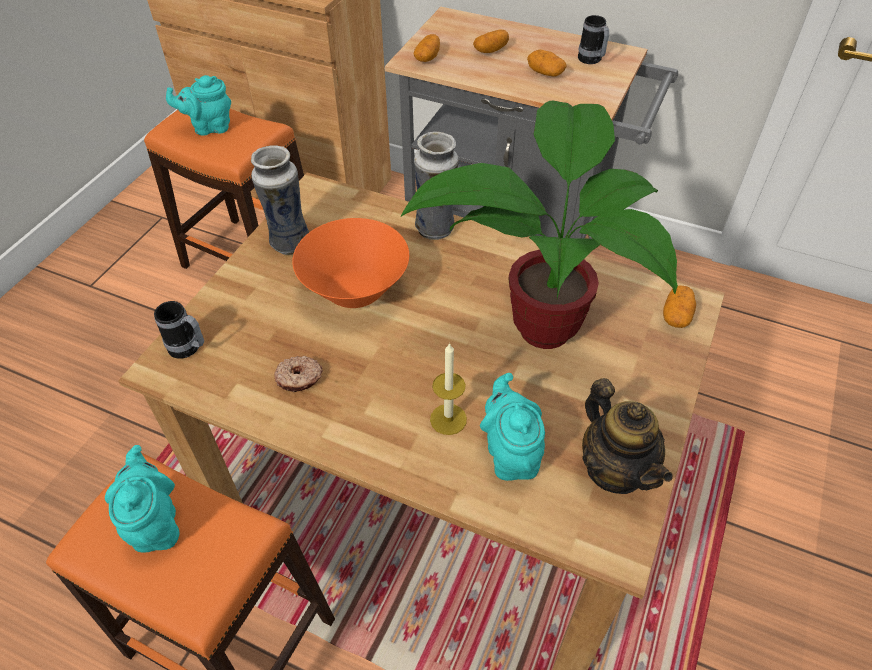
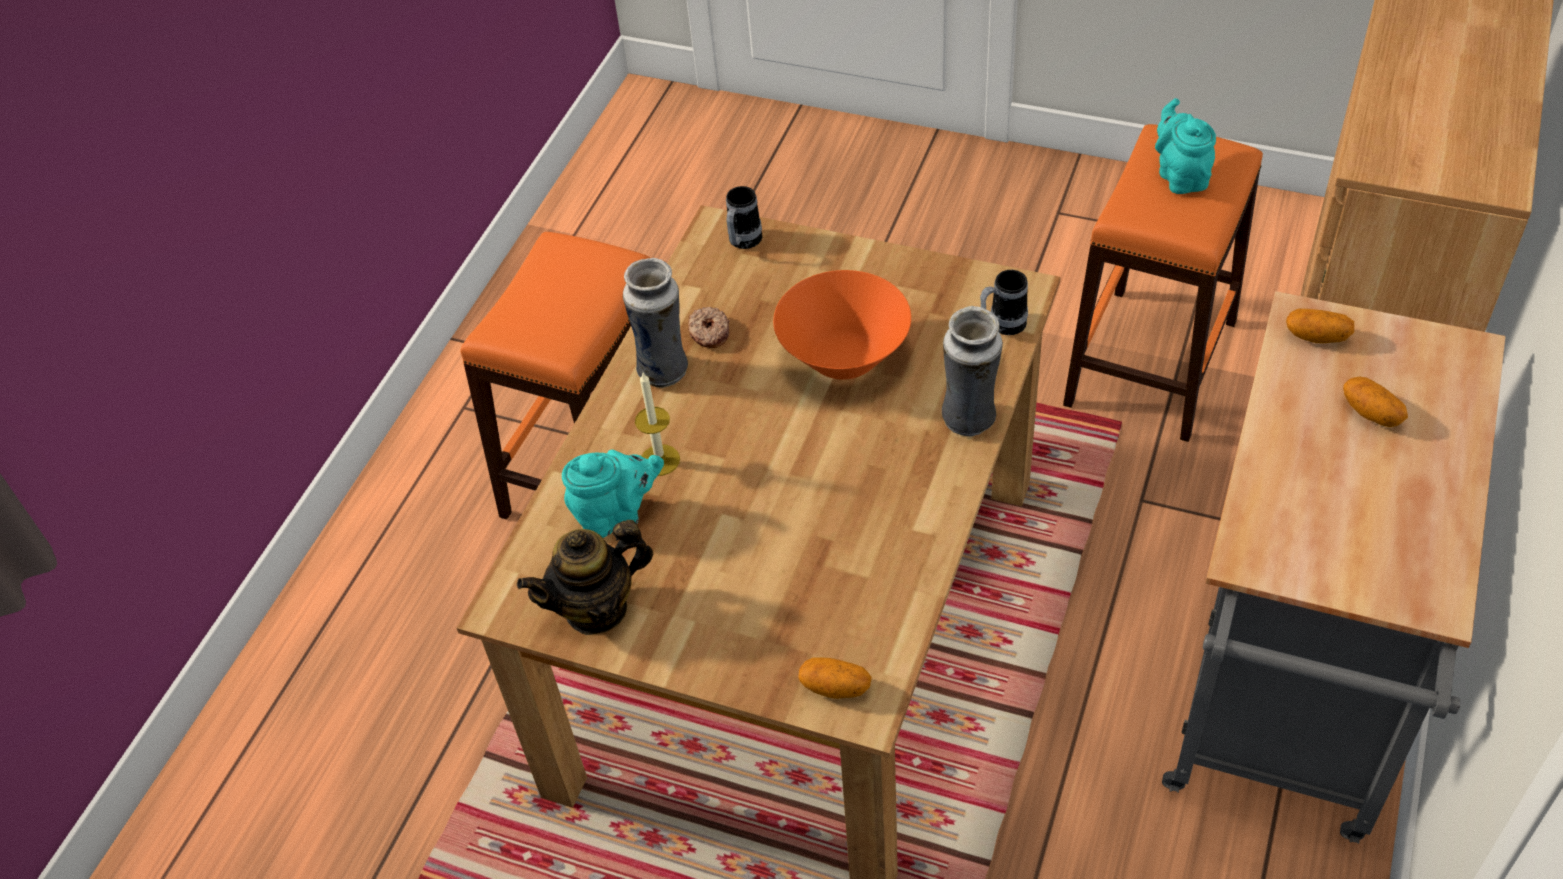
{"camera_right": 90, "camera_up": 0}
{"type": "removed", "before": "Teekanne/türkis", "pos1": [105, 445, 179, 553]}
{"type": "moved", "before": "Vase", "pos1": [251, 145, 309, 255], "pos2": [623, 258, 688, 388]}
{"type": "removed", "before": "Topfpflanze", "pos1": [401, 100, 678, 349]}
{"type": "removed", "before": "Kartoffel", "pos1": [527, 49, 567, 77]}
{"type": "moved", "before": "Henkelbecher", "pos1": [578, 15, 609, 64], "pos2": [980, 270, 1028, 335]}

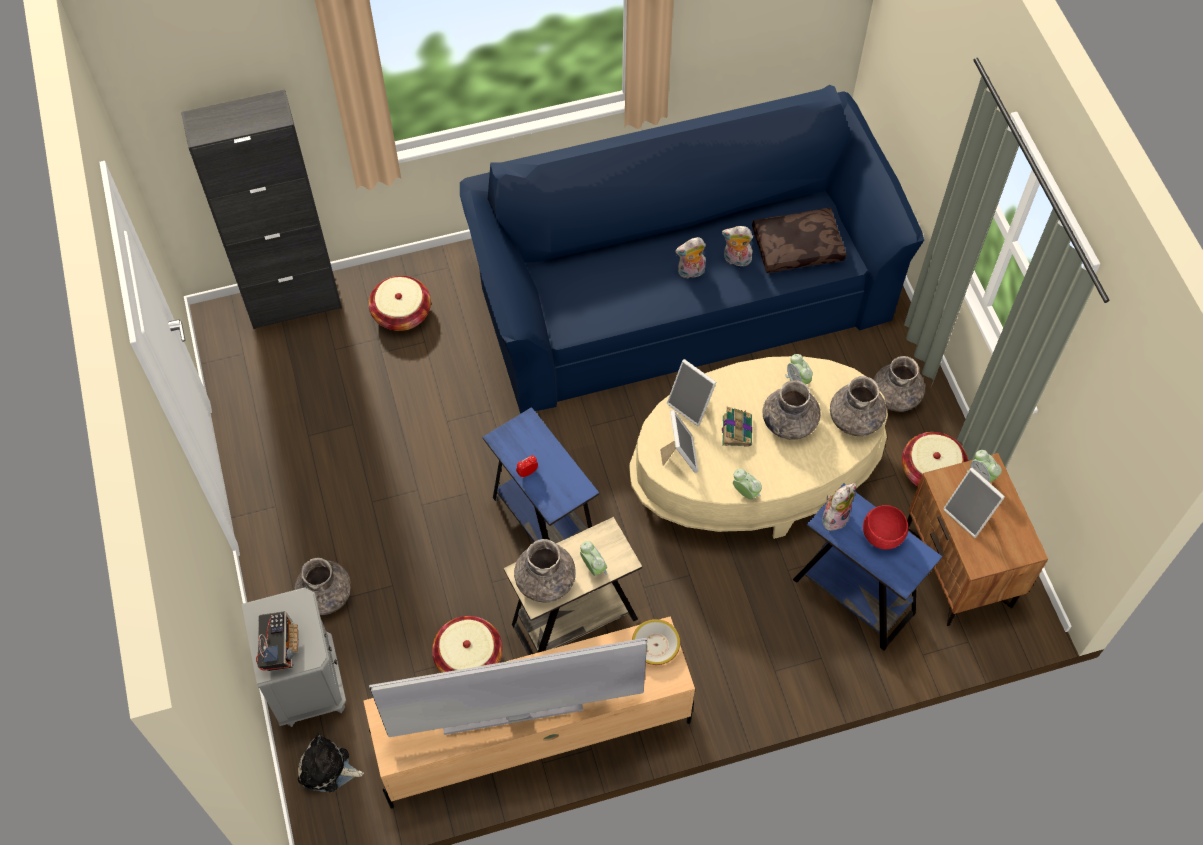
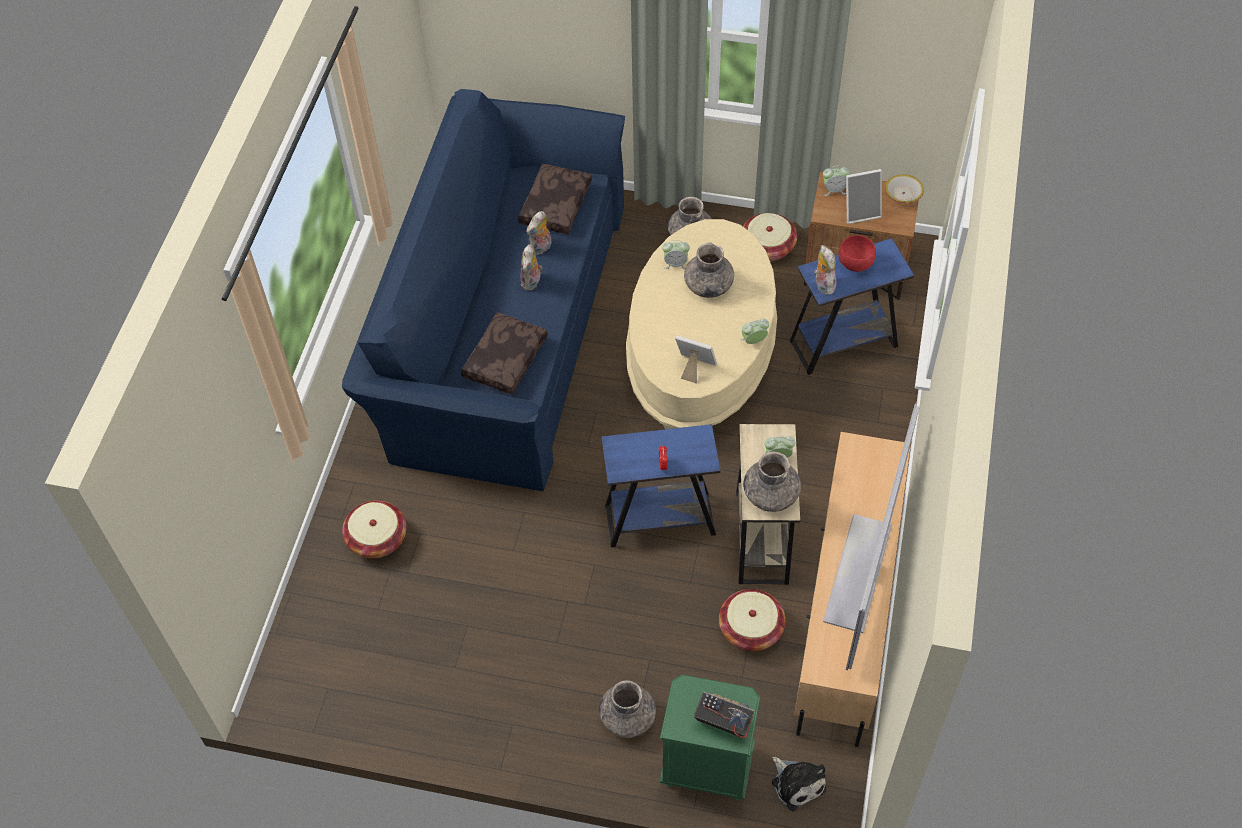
{"camera_right": -60, "camera_up": -5}
{"type": "removed", "before": "Schrank/schwarz", "pos1": [181, 90, 342, 329]}
{"type": "recoloured", "before": "Nachttisch/grau", "after": "Nachttisch/grün", "pos1": [242, 587, 346, 727], "pos2": [660, 675, 760, 801]}
{"type": "turned", "before": "Plüschtier", "pos1": [298, 733, 364, 792], "pos2": [772, 757, 826, 811], "turn": -75}
{"type": "moved", "before": "Schüssel", "pos1": [632, 619, 680, 665], "pos2": [885, 174, 924, 203]}
{"type": "removed", "before": "Bilderrahmen", "pos1": [667, 359, 716, 426]}
{"type": "removed", "before": "Buch", "pos1": [722, 407, 752, 447]}
{"type": "removed", "before": "Vase/grau", "pos1": [830, 376, 887, 436]}
{"type": "added", "after": "Kissen/braun", "pos2": [461, 312, 547, 395]}

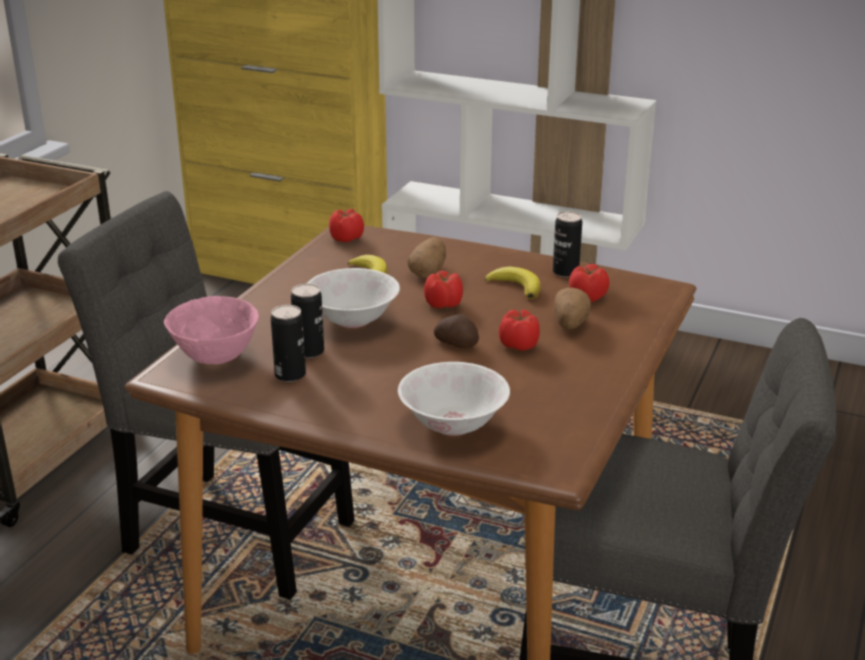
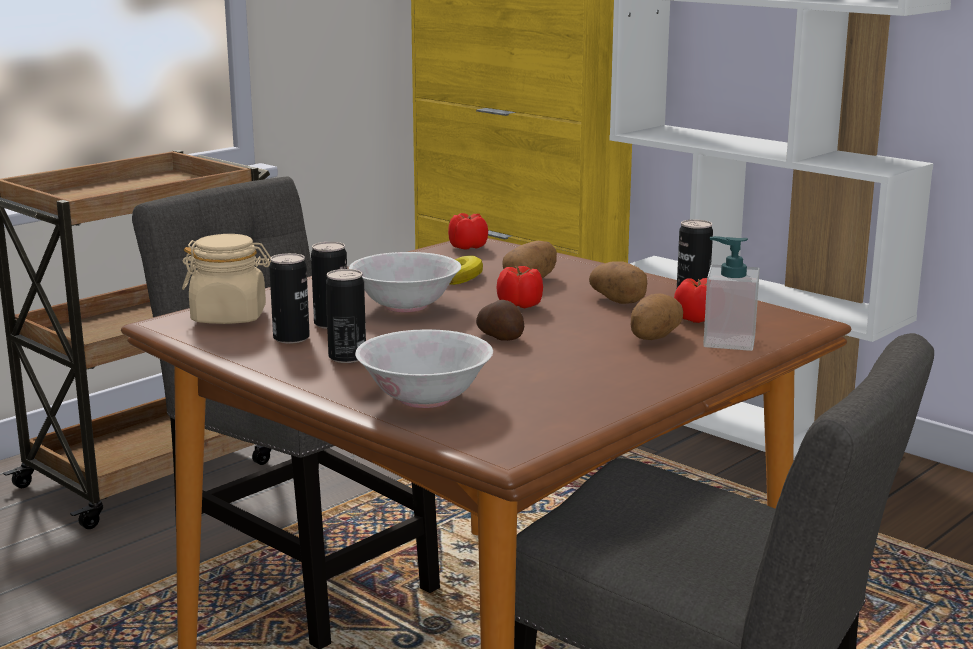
{"camera_right": 20, "camera_up": -10}
{"type": "replaced", "before": "Schüssel/rosa", "after": "Vorratsglas/beige", "pos1": [164, 296, 259, 364], "pos2": [182, 234, 271, 324]}
{"type": "replaced", "before": "Banane", "after": "Kartoffel", "pos1": [485, 267, 541, 299], "pos2": [589, 261, 647, 304]}
{"type": "removed", "before": "Tomate", "pos1": [499, 310, 540, 351]}
{"type": "added", "after": "Dose", "pos2": [326, 269, 366, 363]}
{"type": "added", "after": "Seifenspender", "pos2": [703, 236, 760, 351]}

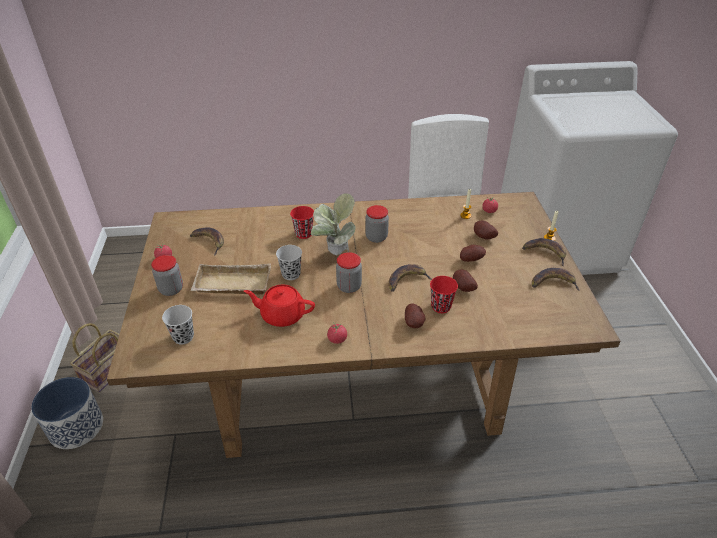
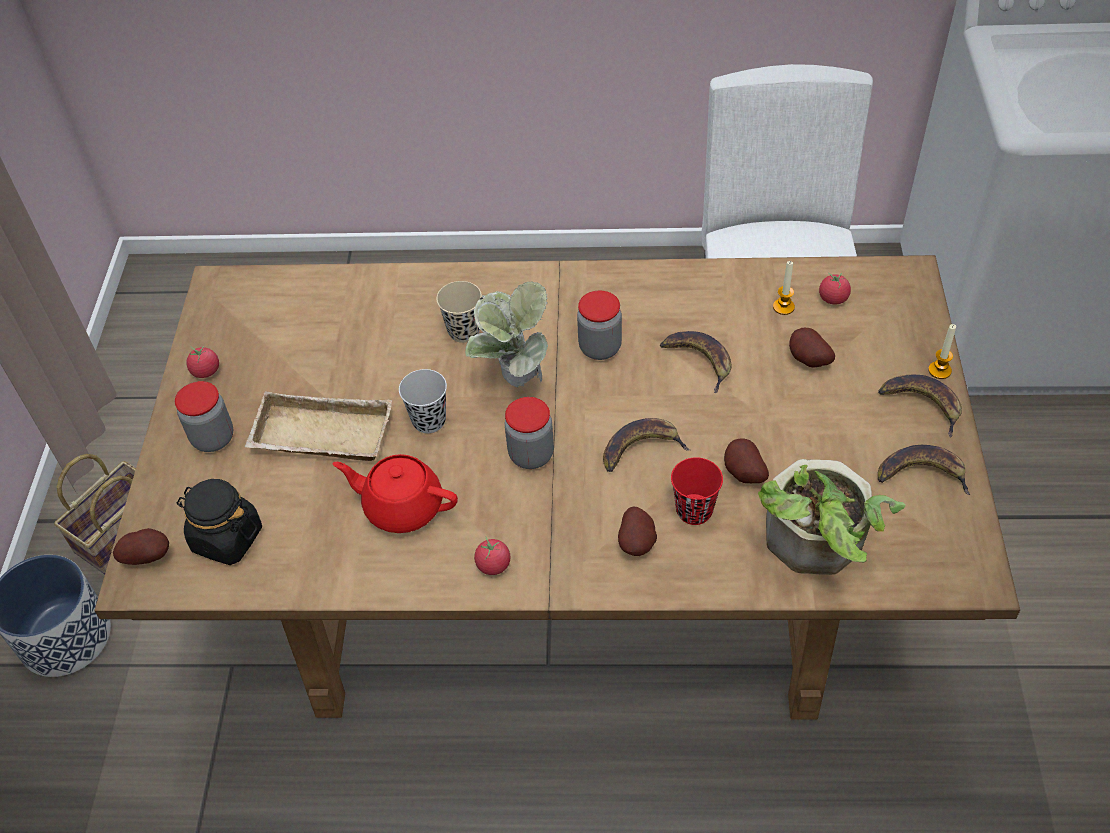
{"camera_right": 10, "camera_up": 10}
{"type": "replaced", "before": "Tasse/schwarz", "after": "Vorratsglas/schwarz", "pos1": [162, 305, 194, 345], "pos2": [177, 479, 262, 565]}
{"type": "moved", "before": "Banane", "pos1": [190, 227, 224, 256], "pos2": [660, 331, 732, 394]}
{"type": "recoloured", "before": "Tasse/rot", "after": "Tasse/beige", "pos1": [290, 206, 314, 239], "pos2": [436, 281, 482, 343]}
{"type": "moved", "before": "Kartoffel", "pos1": [460, 245, 486, 262], "pos2": [113, 528, 169, 565]}
{"type": "added", "after": "Topfpflanze", "pos2": [758, 459, 906, 575]}

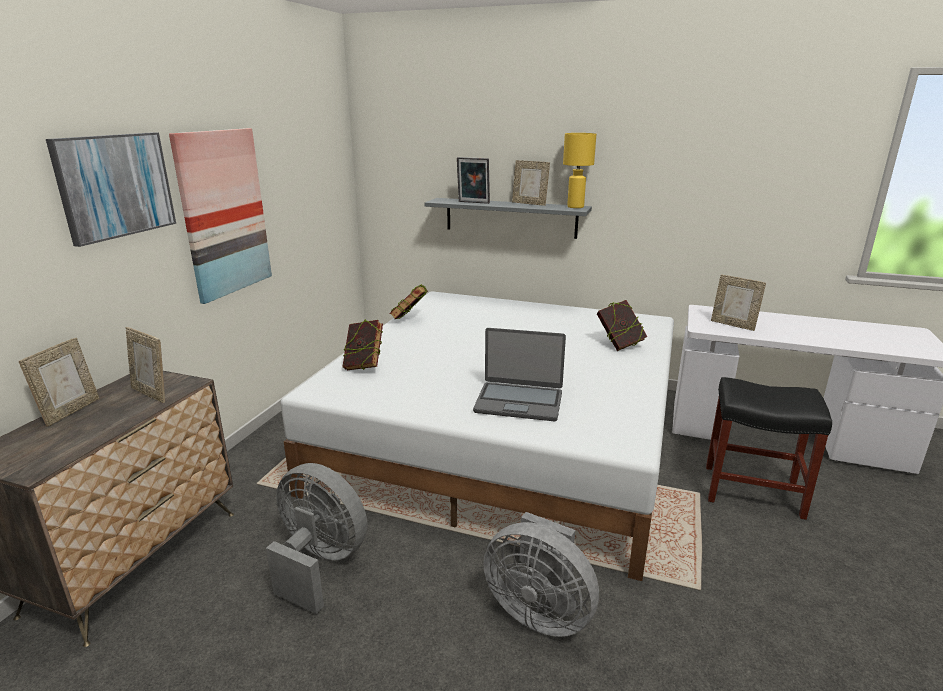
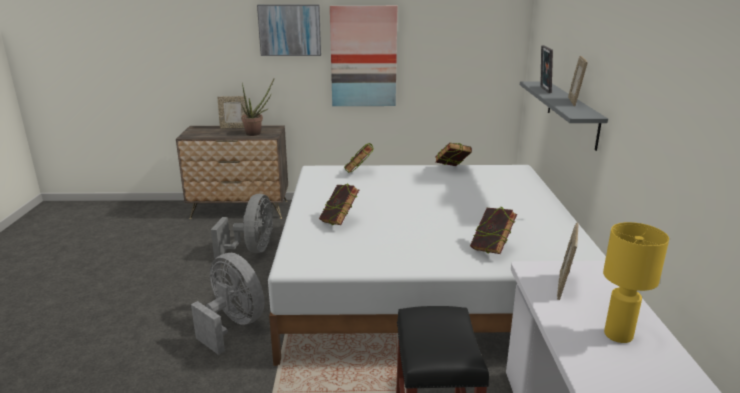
{"camera_right": 70, "camera_up": 0}
{"type": "replaced", "before": "Bilderrahmen", "after": "Topfpflanze", "pos1": [125, 327, 165, 403], "pos2": [241, 79, 274, 136]}
{"type": "replaced", "before": "Laptop", "after": "Buch", "pos1": [473, 328, 566, 421], "pos2": [319, 183, 359, 226]}
{"type": "turned", "before": "Ventilator/grau", "pos1": [483, 512, 599, 637], "pos2": [191, 253, 264, 355], "turn": 120}
{"type": "moved", "before": "Tischlampe/gelb", "pos1": [563, 133, 596, 208], "pos2": [603, 222, 669, 343]}

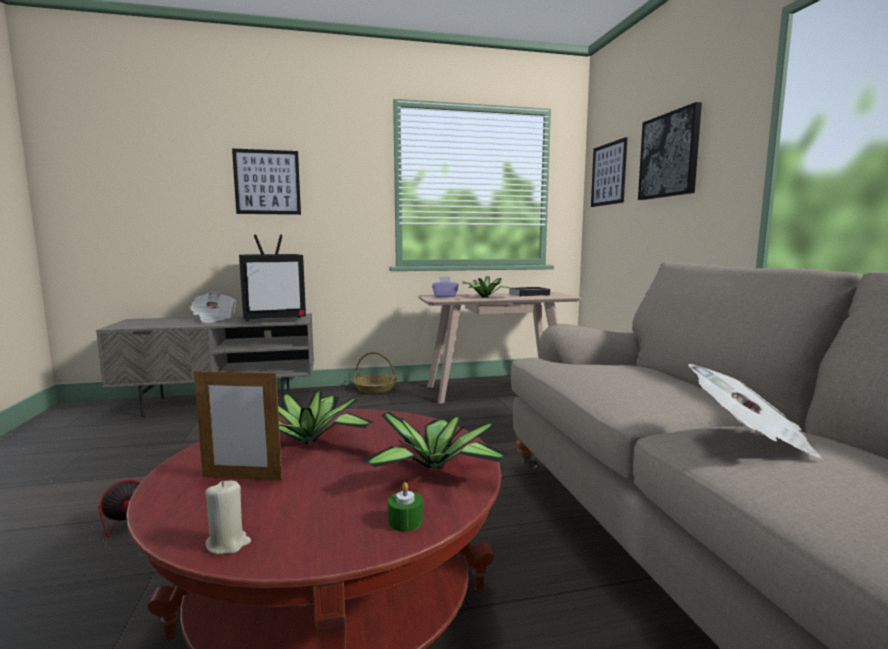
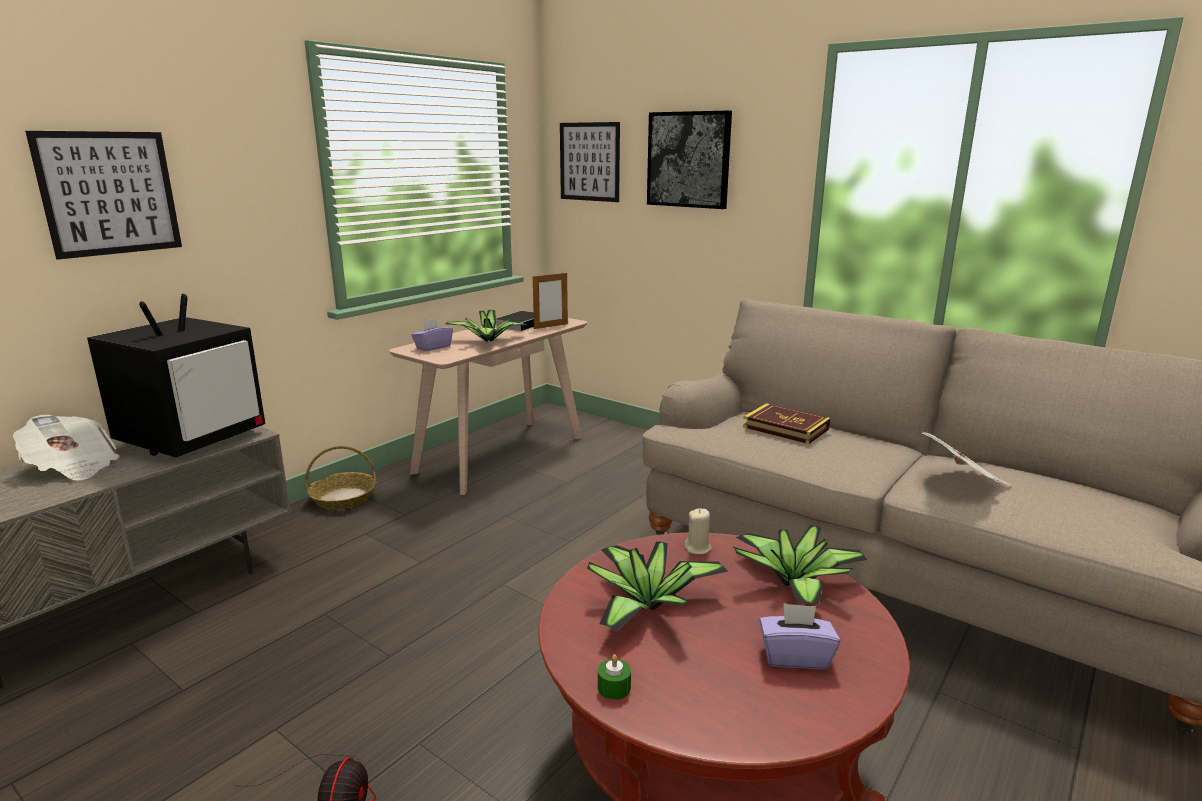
{"camera_right": -40, "camera_up": 10}
{"type": "moved", "before": "Bilderrahmen", "pos1": [194, 367, 282, 481], "pos2": [533, 271, 568, 329]}
{"type": "moved", "before": "Kerze/beige", "pos1": [205, 480, 251, 554], "pos2": [684, 508, 712, 555]}
{"type": "moved", "before": "Kerze/grün", "pos1": [388, 482, 423, 532], "pos2": [598, 655, 631, 700]}
{"type": "added", "after": "Buch", "pos2": [743, 403, 831, 444]}
{"type": "added", "after": "Taschentuchbox/lila", "pos2": [759, 603, 840, 670]}

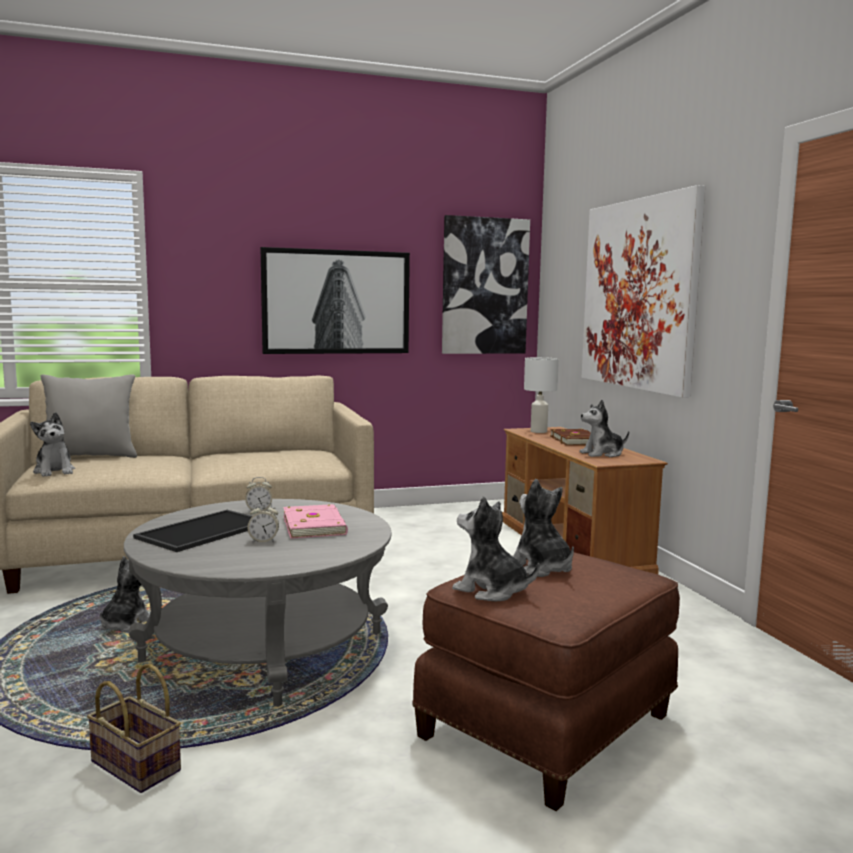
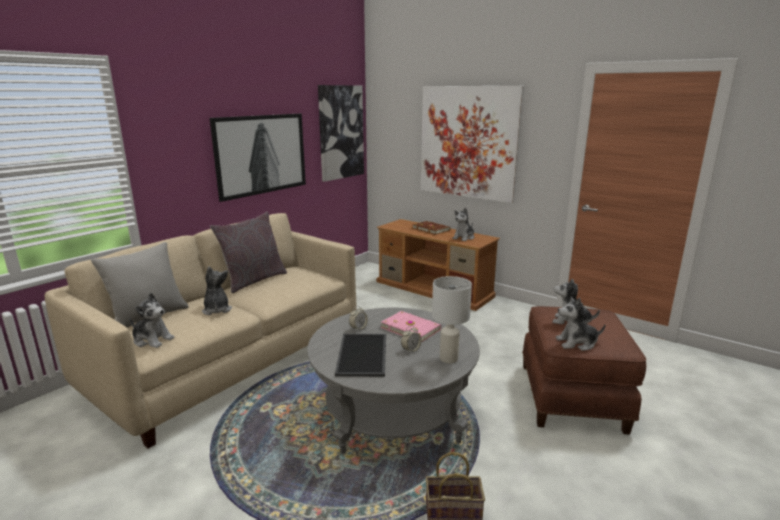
{"camera_right": -35, "camera_up": 10}
{"type": "moved", "before": "Plüschtier", "pos1": [100, 556, 150, 632], "pos2": [202, 266, 232, 315]}
{"type": "moved", "before": "Tischlampe/weiß", "pos1": [524, 357, 559, 433], "pos2": [432, 276, 472, 364]}
{"type": "added", "after": "Kissen/grau", "pos2": [210, 212, 287, 293]}

